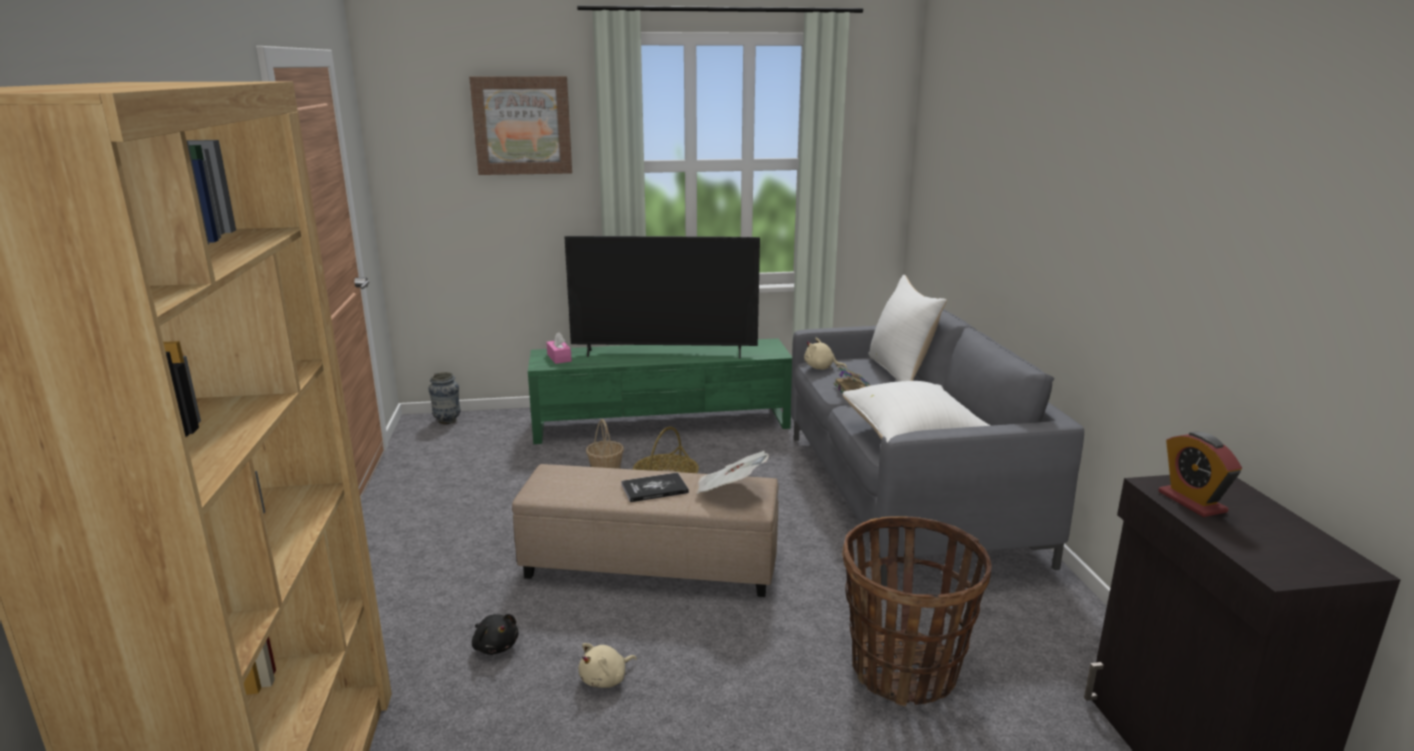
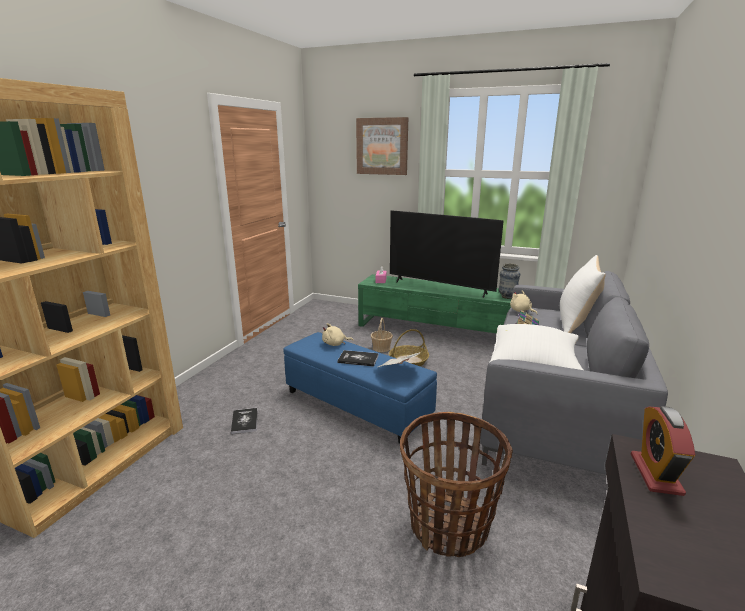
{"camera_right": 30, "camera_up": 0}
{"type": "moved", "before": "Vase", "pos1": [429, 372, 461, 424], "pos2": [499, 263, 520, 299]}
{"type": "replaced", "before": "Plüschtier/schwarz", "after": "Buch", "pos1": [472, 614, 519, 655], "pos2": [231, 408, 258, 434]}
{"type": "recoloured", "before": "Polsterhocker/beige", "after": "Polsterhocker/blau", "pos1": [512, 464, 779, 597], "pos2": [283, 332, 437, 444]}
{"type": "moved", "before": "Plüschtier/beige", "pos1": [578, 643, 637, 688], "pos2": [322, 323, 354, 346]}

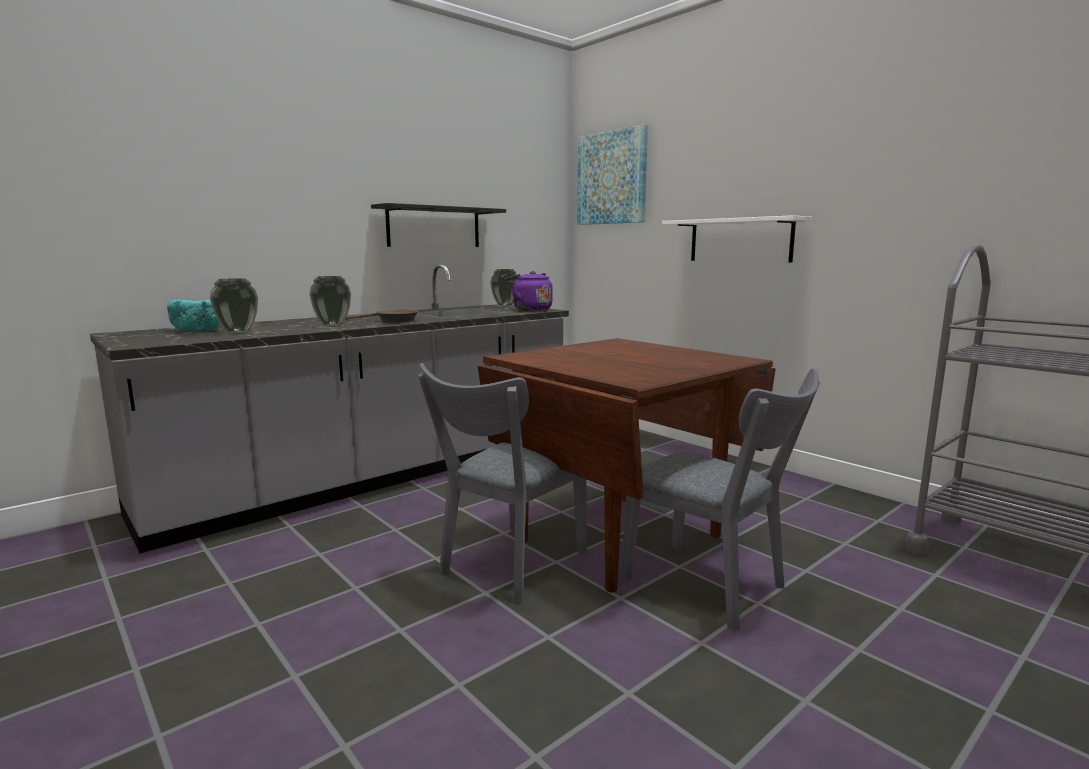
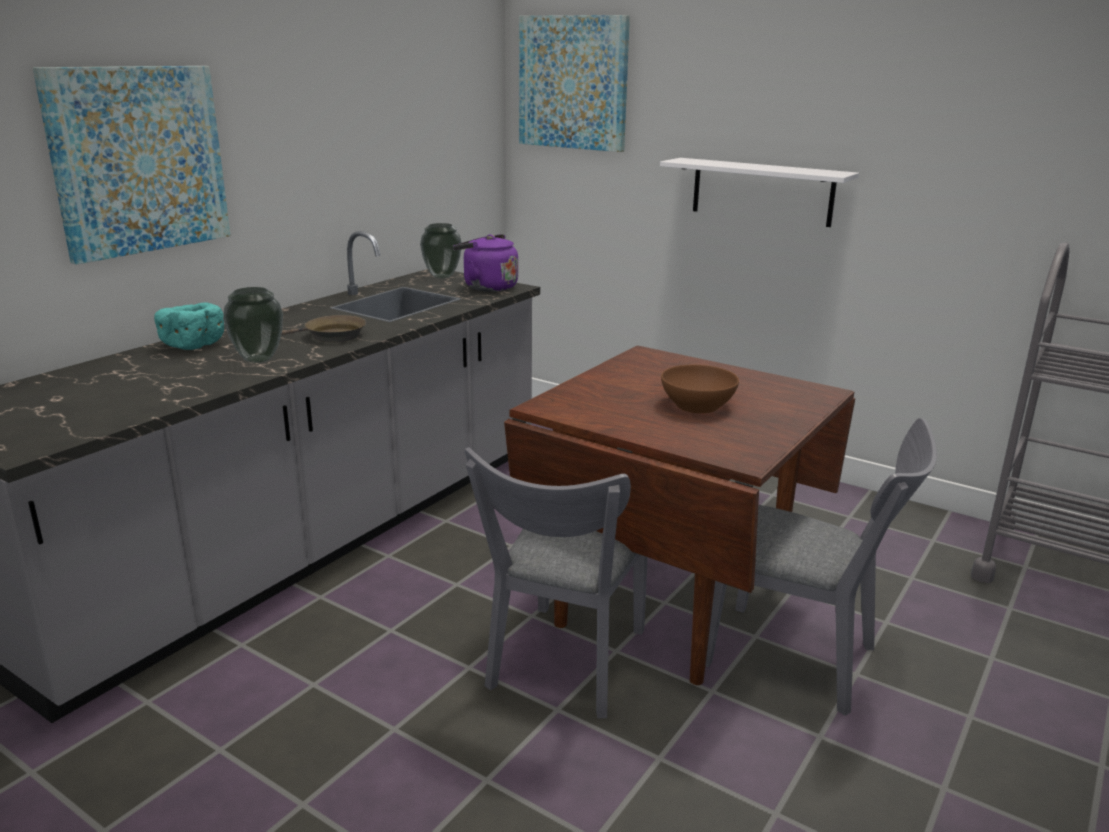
{"camera_right": -15, "camera_up": 10}
{"type": "moved", "before": "Schüssel/türkis", "pos1": [167, 299, 220, 331], "pos2": [154, 302, 224, 350]}
{"type": "removed", "before": "Vase", "pos1": [210, 278, 258, 334]}
{"type": "removed", "before": "Wandregal/schwarz", "pos1": [371, 203, 506, 247]}
{"type": "added", "after": "Bild", "pos2": [33, 66, 231, 264]}
{"type": "added", "after": "Schüssel/braun", "pos2": [661, 365, 739, 413]}

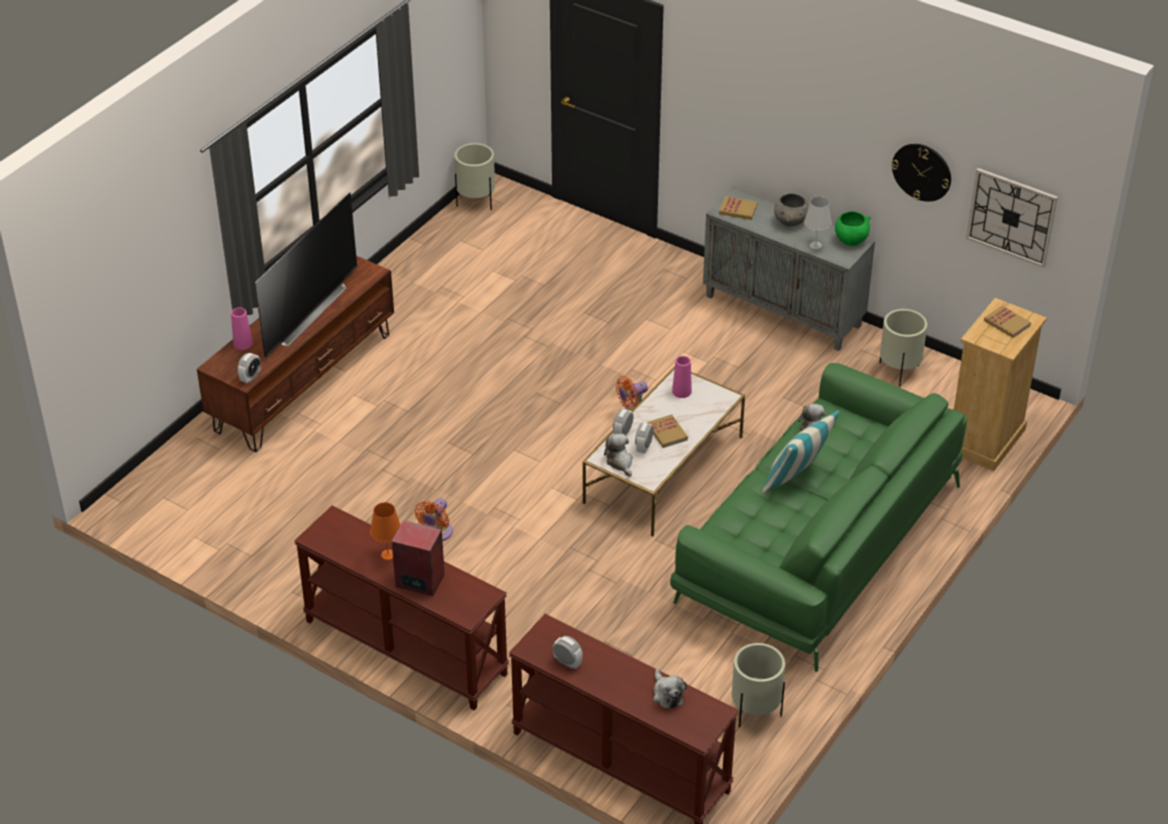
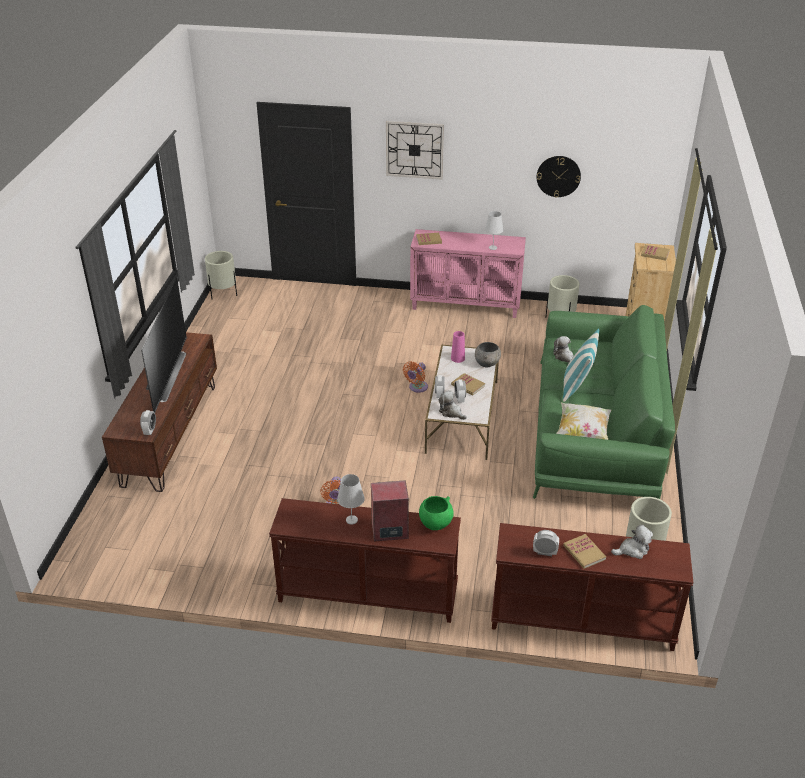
{"camera_right": -25, "camera_up": -5}
{"type": "removed", "before": "Vase/rosa", "pos1": [231, 308, 253, 350]}
{"type": "recoloured", "before": "Tischlampe/orange", "after": "Tischlampe/weiß", "pos1": [370, 502, 400, 560], "pos2": [337, 474, 365, 524]}
{"type": "turned", "before": "Plüschtier", "pos1": [653, 669, 687, 709], "pos2": [611, 525, 653, 559], "turn": -60}
{"type": "recoloured", "before": "Schrank/grau", "after": "Schrank/rosa", "pos1": [703, 187, 875, 351], "pos2": [410, 229, 526, 318]}
{"type": "moved", "before": "Schüssel/grau", "pos1": [774, 194, 809, 227], "pos2": [475, 342, 501, 367]}
{"type": "moved", "before": "Schüssel/grün", "pos1": [835, 211, 871, 246], "pos2": [419, 496, 454, 530]}
{"type": "moved", "before": "Wanduhr", "pos1": [966, 168, 1058, 268], "pos2": [386, 121, 444, 180]}
{"type": "added", "after": "Kissen", "pos2": [556, 403, 612, 440]}
{"type": "added", "after": "Buch", "pos2": [563, 534, 606, 569]}

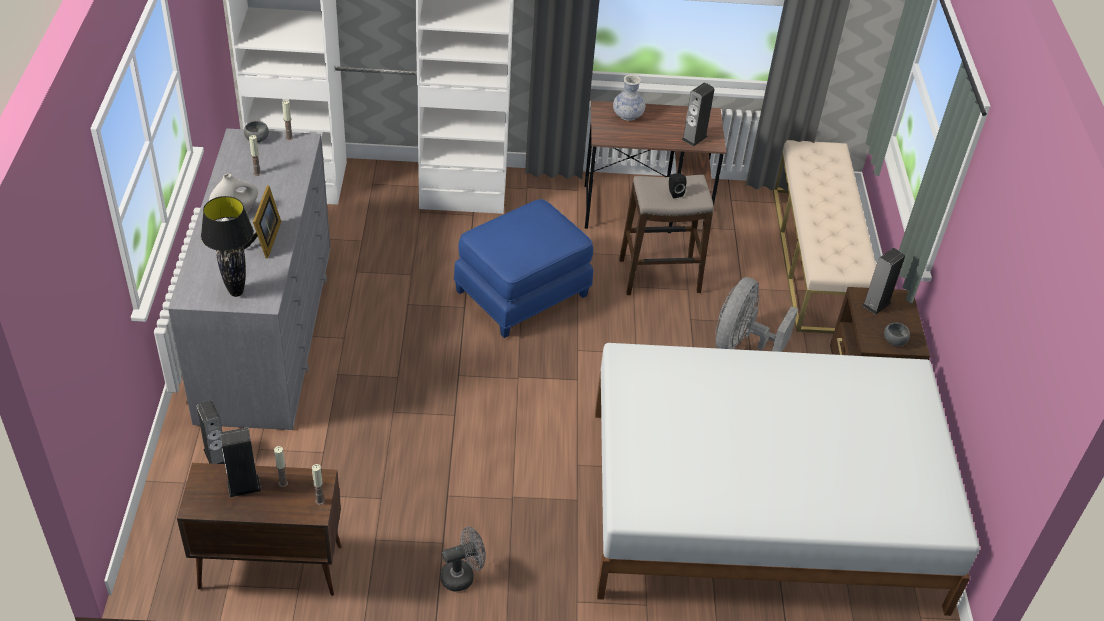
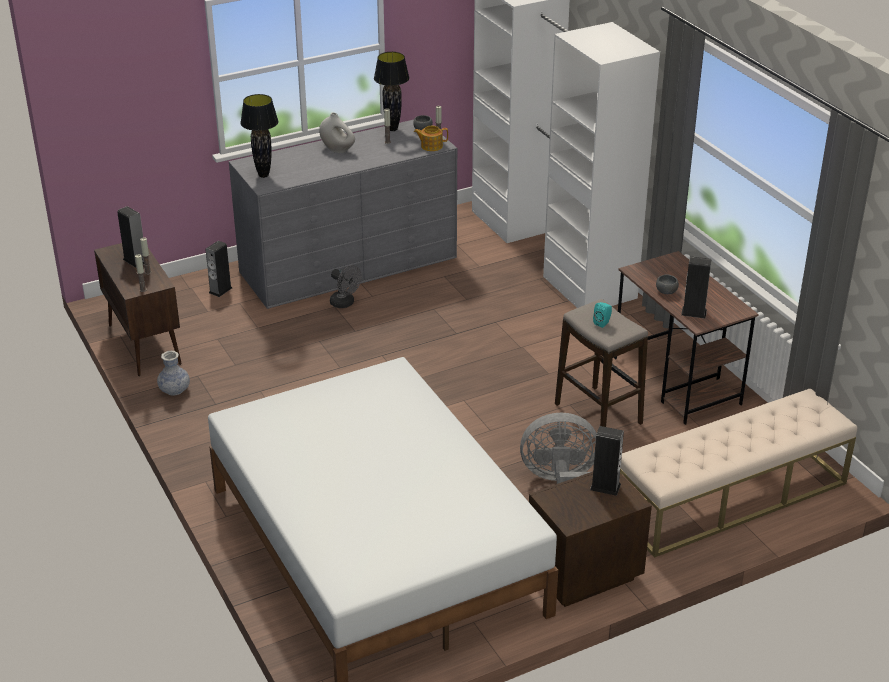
{"camera_right": 65, "camera_up": -10}
{"type": "removed", "before": "Bilderrahmen", "pos1": [243, 185, 281, 259]}
{"type": "moved", "before": "Ventilator/grau", "pos1": [440, 527, 486, 592], "pos2": [330, 265, 361, 308]}
{"type": "removed", "before": "Polsterhocker/blau", "pos1": [454, 199, 593, 338]}
{"type": "moved", "before": "Vase", "pos1": [613, 74, 645, 121], "pos2": [157, 351, 190, 395]}
{"type": "recoloured", "before": "Lautsprecher/schwarz", "after": "Lautsprecher/türkis", "pos1": [669, 173, 686, 198], "pos2": [593, 302, 612, 328]}
{"type": "moved", "before": "Schüssel/grau", "pos1": [884, 323, 910, 346], "pos2": [656, 274, 679, 294]}
{"type": "added", "after": "Tischlampe/schwarz", "pos2": [374, 52, 409, 131]}
{"type": "added", "after": "Teekanne", "pos2": [414, 126, 448, 151]}

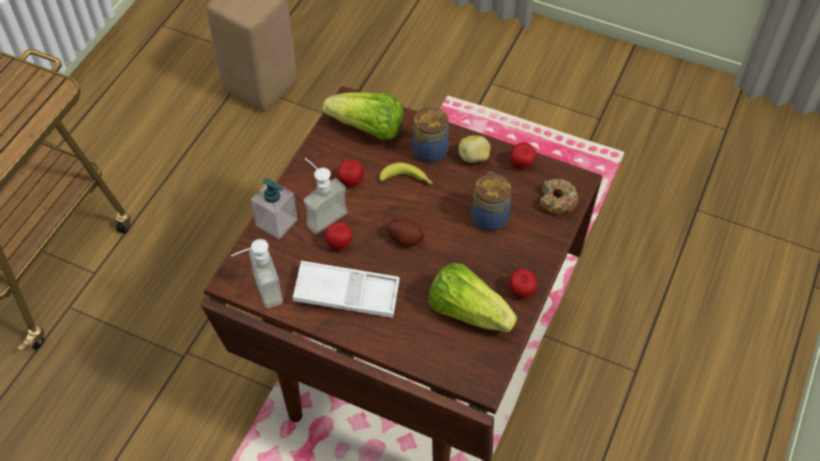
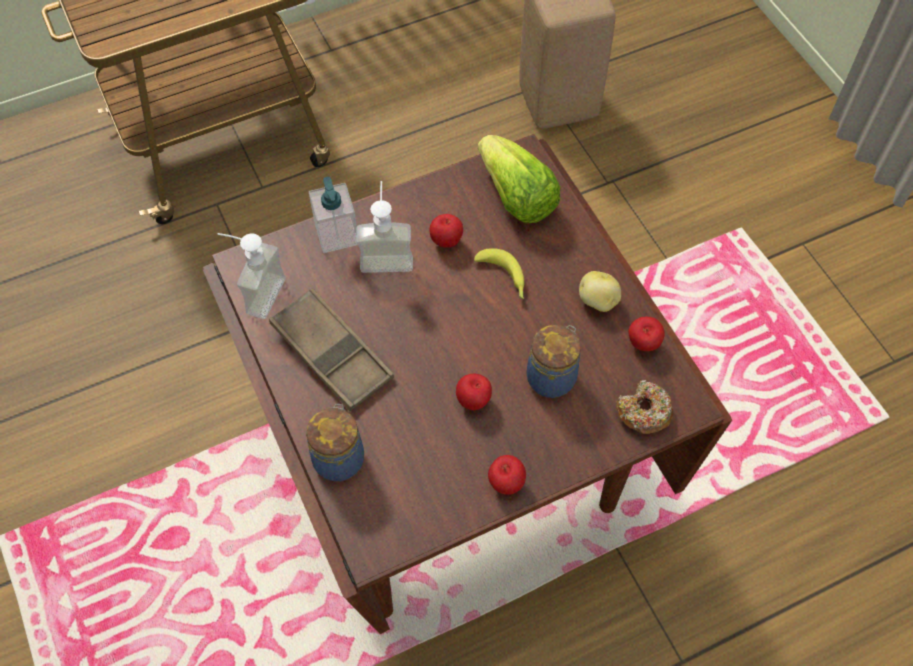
{"camera_right": 40, "camera_up": 5}
{"type": "recoloured", "before": "Tablett/weiß", "after": "Tablett/braun", "pos1": [293, 261, 400, 318], "pos2": [269, 288, 394, 412]}
{"type": "moved", "before": "Apfel", "pos1": [325, 222, 352, 250], "pos2": [456, 374, 492, 410]}
{"type": "removed", "before": "Kartoffel", "pos1": [387, 218, 424, 247]}
{"type": "moved", "before": "Vorratsglas", "pos1": [413, 107, 449, 163], "pos2": [306, 404, 364, 481]}
{"type": "removed", "before": "Salatkopf", "pos1": [429, 263, 517, 332]}

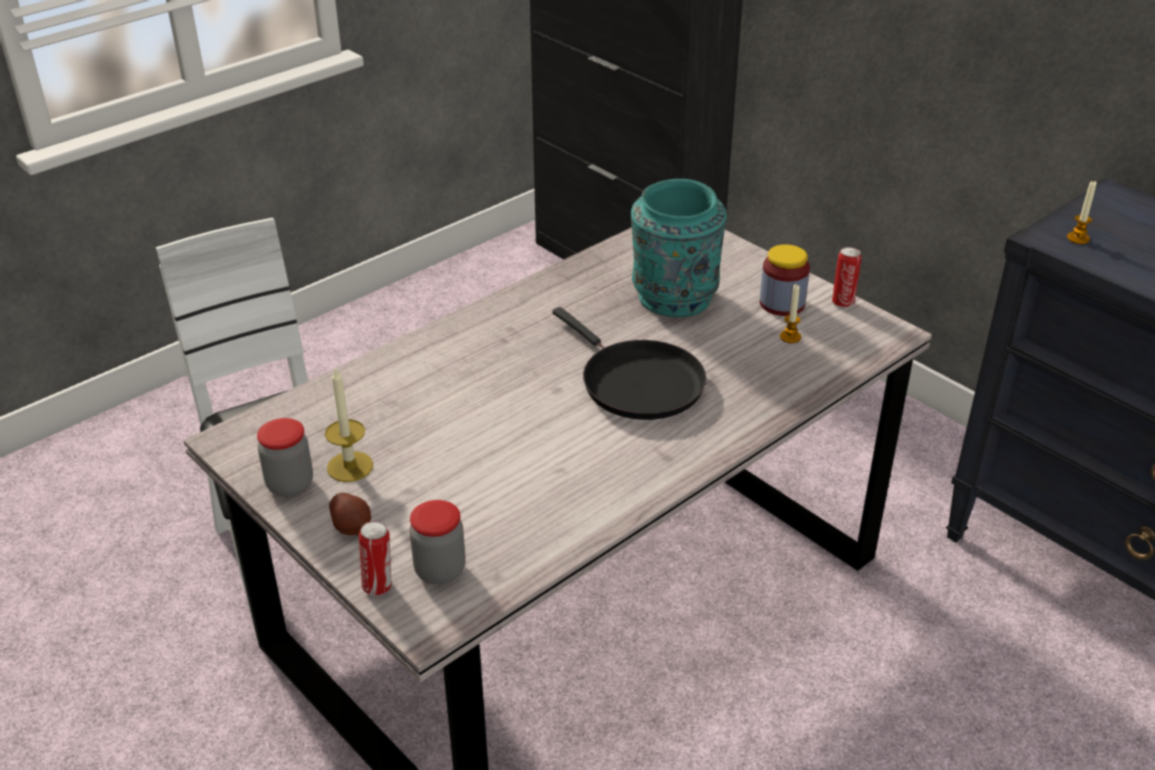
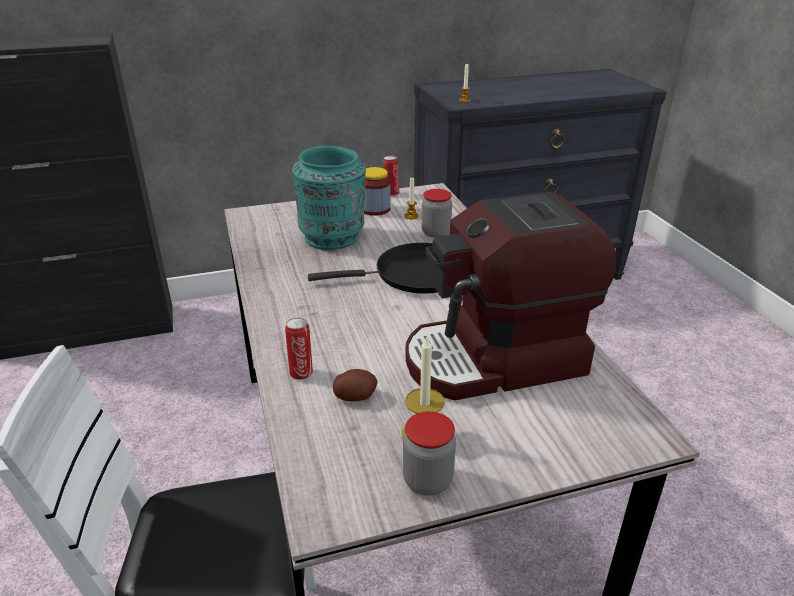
{"camera_right": -65, "camera_up": -5}
{"type": "moved", "before": "Kartoffel", "pos1": [329, 493, 371, 535], "pos2": [333, 369, 378, 402]}
{"type": "moved", "before": "Dose", "pos1": [359, 521, 392, 596], "pos2": [285, 318, 313, 380]}
{"type": "moved", "before": "Vorratsglas", "pos1": [409, 500, 466, 585], "pos2": [422, 189, 452, 238]}
{"type": "added", "after": "Kaffeemaschine", "pos2": [405, 192, 616, 400]}

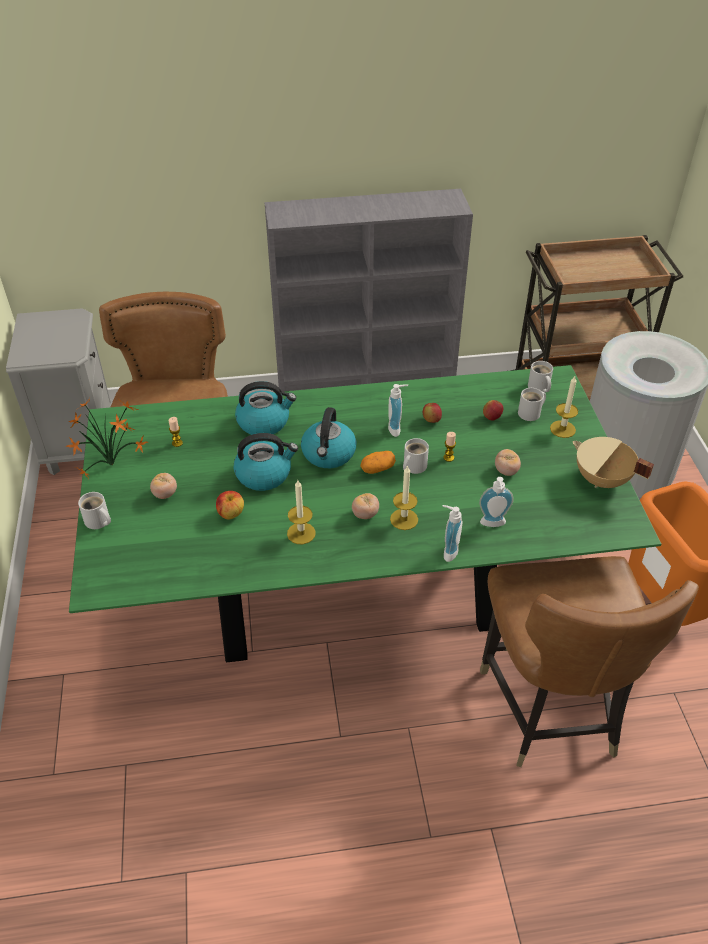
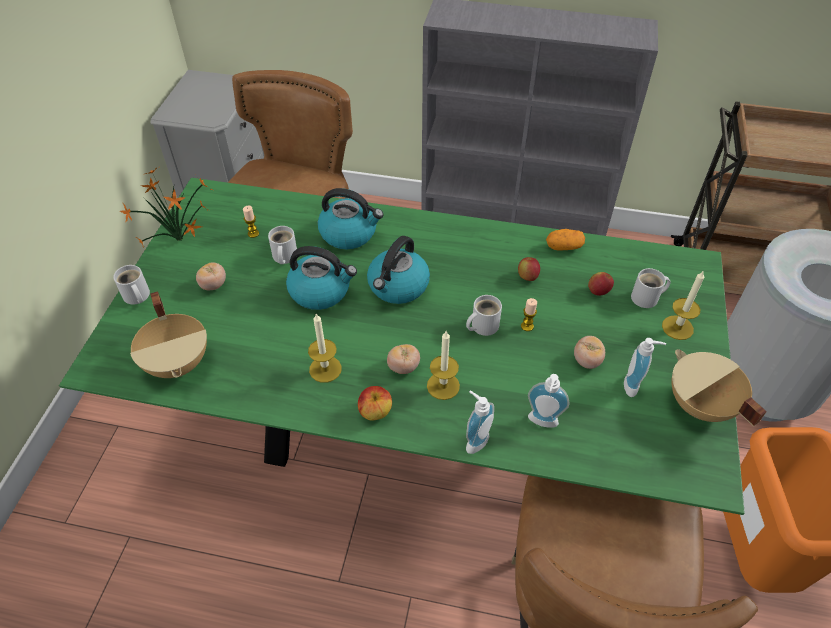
{"camera_right": 20, "camera_up": 5}
{"type": "moved", "before": "Apfel", "pos1": [216, 491, 244, 519], "pos2": [358, 386, 392, 420]}
{"type": "moved", "before": "Kartoffel", "pos1": [360, 451, 396, 474], "pos2": [546, 229, 585, 251]}
{"type": "moved", "before": "Seifenspender", "pos1": [388, 384, 408, 437], "pos2": [624, 338, 666, 397]}
{"type": "moved", "before": "Henkelbecher/weiß", "pos1": [528, 361, 553, 393], "pos2": [268, 226, 297, 264]}
{"type": "added", "after": "Kochtopf/beige", "pos2": [130, 291, 207, 378]}

